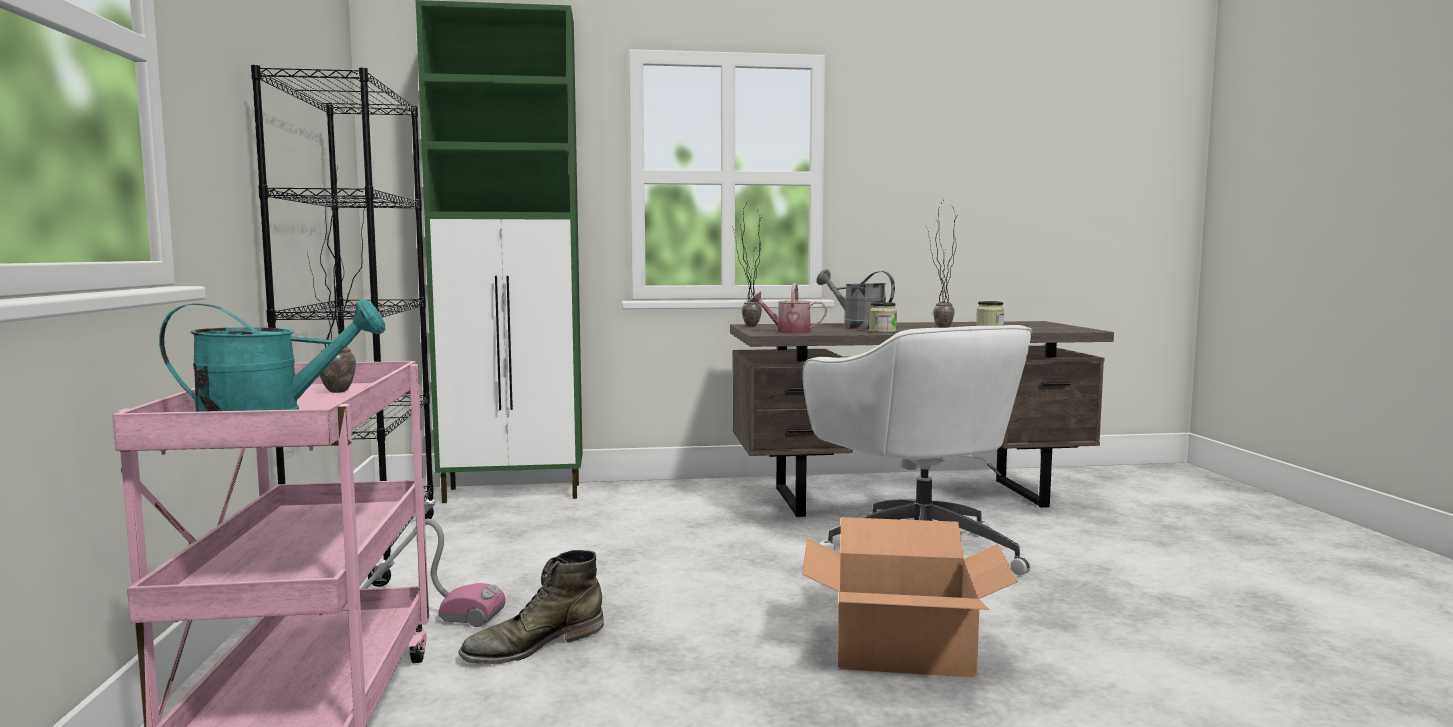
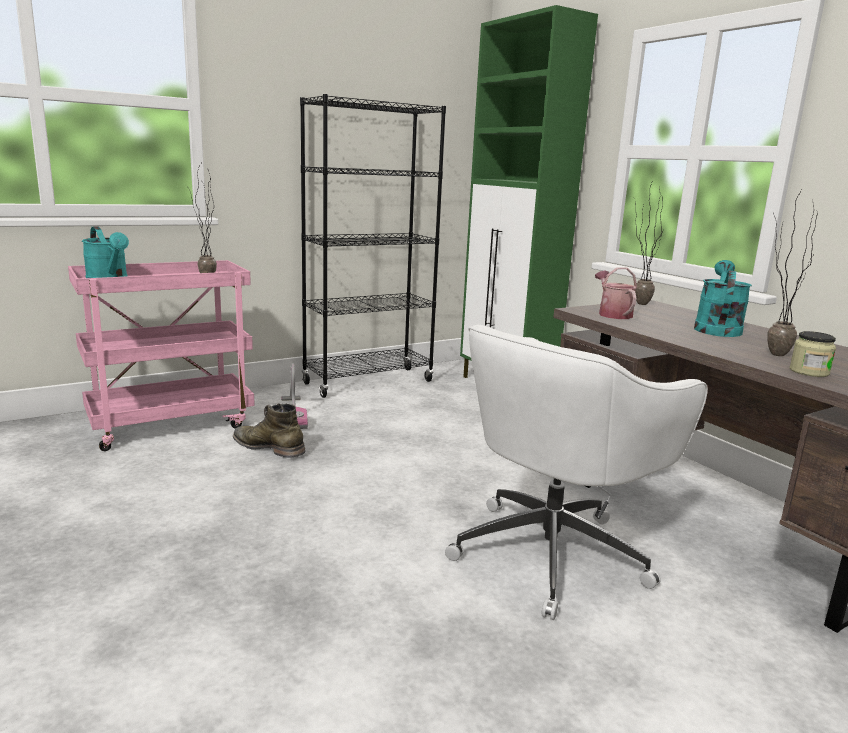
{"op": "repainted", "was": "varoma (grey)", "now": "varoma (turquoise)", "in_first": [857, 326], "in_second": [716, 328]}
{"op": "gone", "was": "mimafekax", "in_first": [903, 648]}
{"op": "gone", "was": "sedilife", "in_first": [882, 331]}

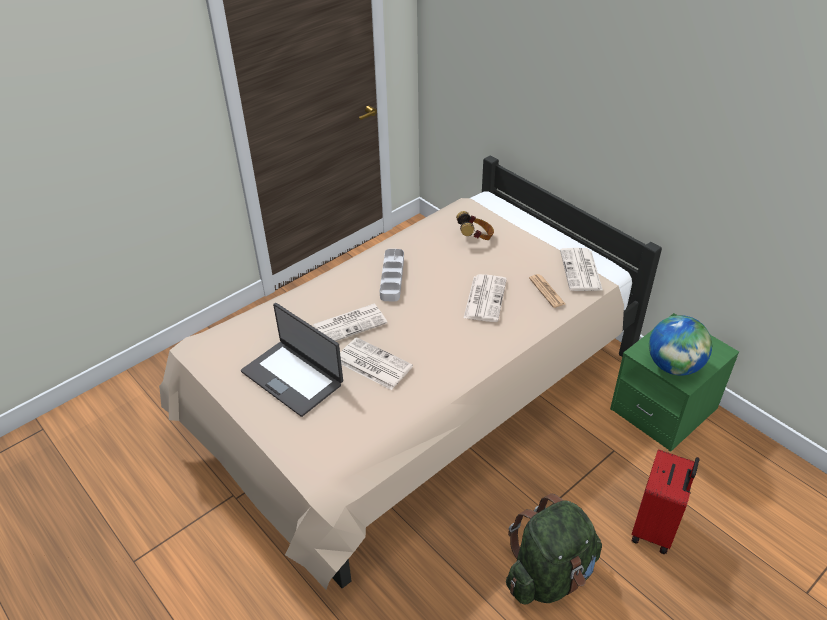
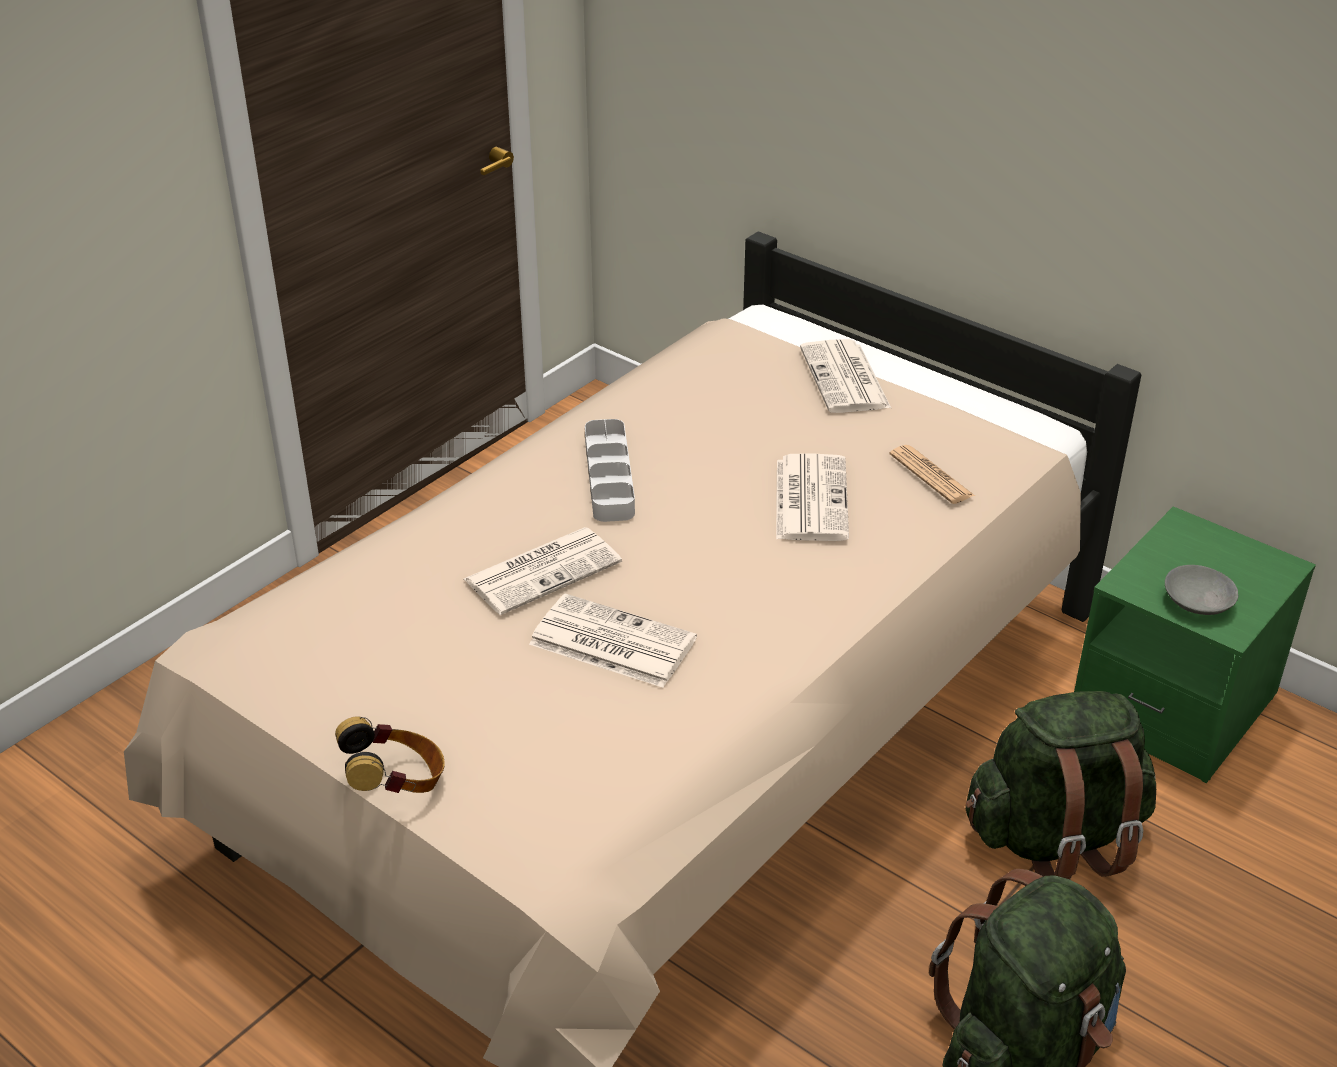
{"op": "shifted", "was": "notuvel", "in_first": [475, 237], "in_second": [396, 783]}
{"op": "shifted", "was": "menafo", "in_first": [581, 271], "in_second": [846, 379]}
{"op": "new", "now": "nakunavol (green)", "in_second": [1055, 837]}
{"op": "swapped", "was": "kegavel", "now": "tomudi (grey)", "in_first": [673, 366], "in_second": [1198, 602]}
{"op": "gone", "was": "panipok", "in_first": [293, 377]}
{"op": "gone", "was": "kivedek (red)", "in_first": [655, 528]}

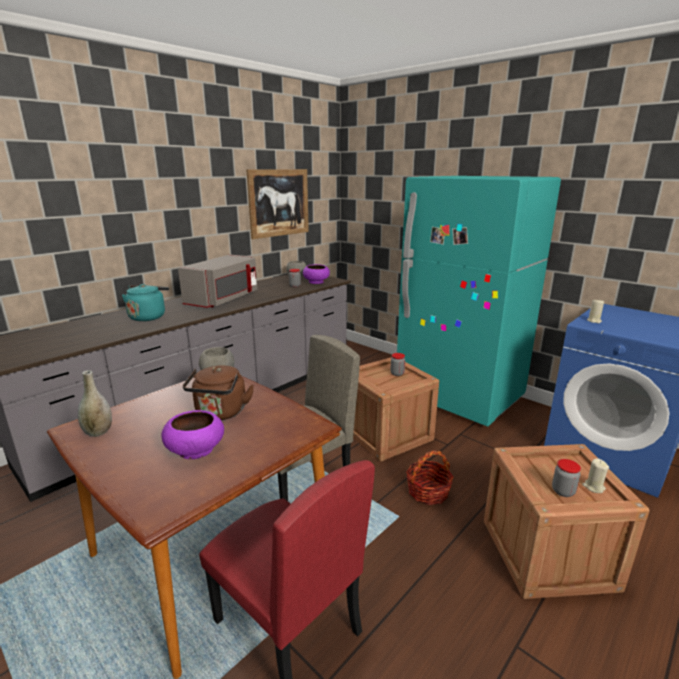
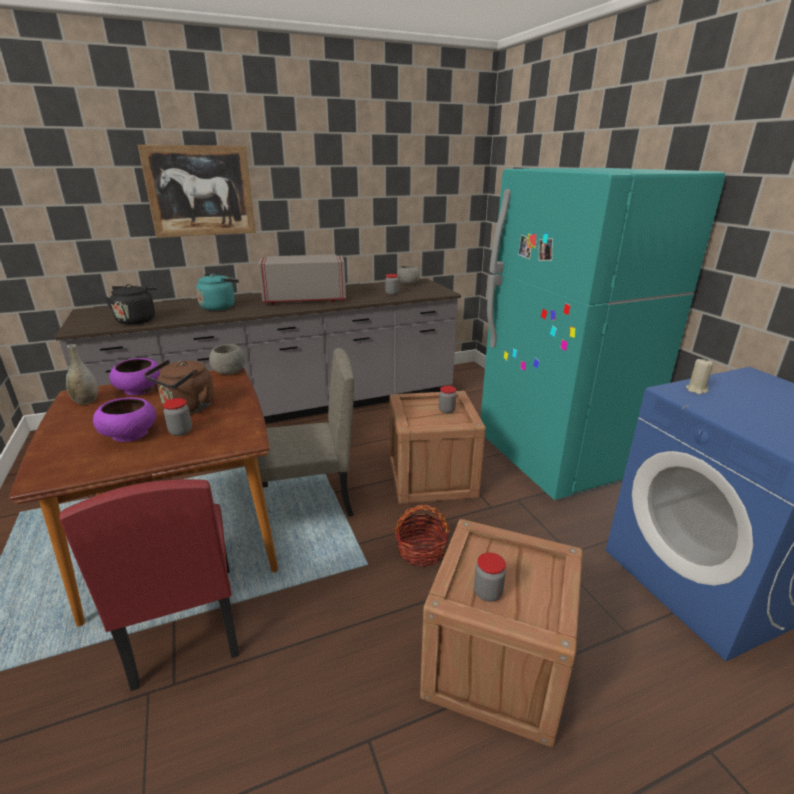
{"op": "new", "now": "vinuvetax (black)", "in_second": [137, 320]}
{"op": "shifted", "was": "tomudi (purple)", "in_first": [316, 282], "in_second": [140, 390]}
{"op": "shifted", "was": "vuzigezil", "in_first": [279, 203], "in_second": [200, 191]}
{"op": "new", "now": "sedilife", "in_second": [180, 431]}
{"op": "rotated", "was": "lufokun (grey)", "in_first": [224, 299], "in_second": [304, 299], "clockwise": -150}
{"op": "gone", "was": "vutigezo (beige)", "in_first": [593, 487]}

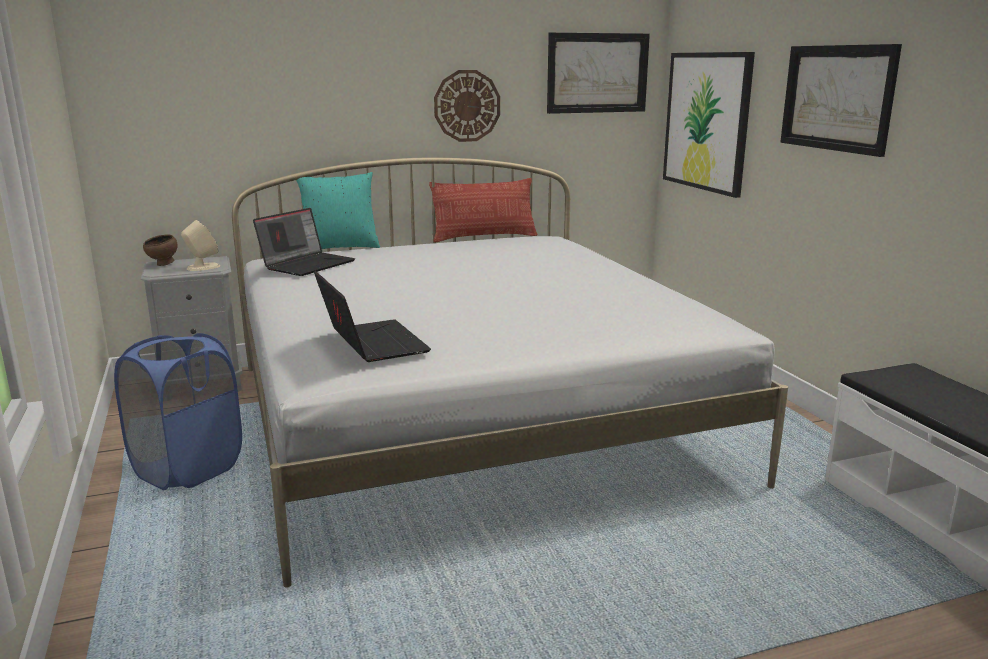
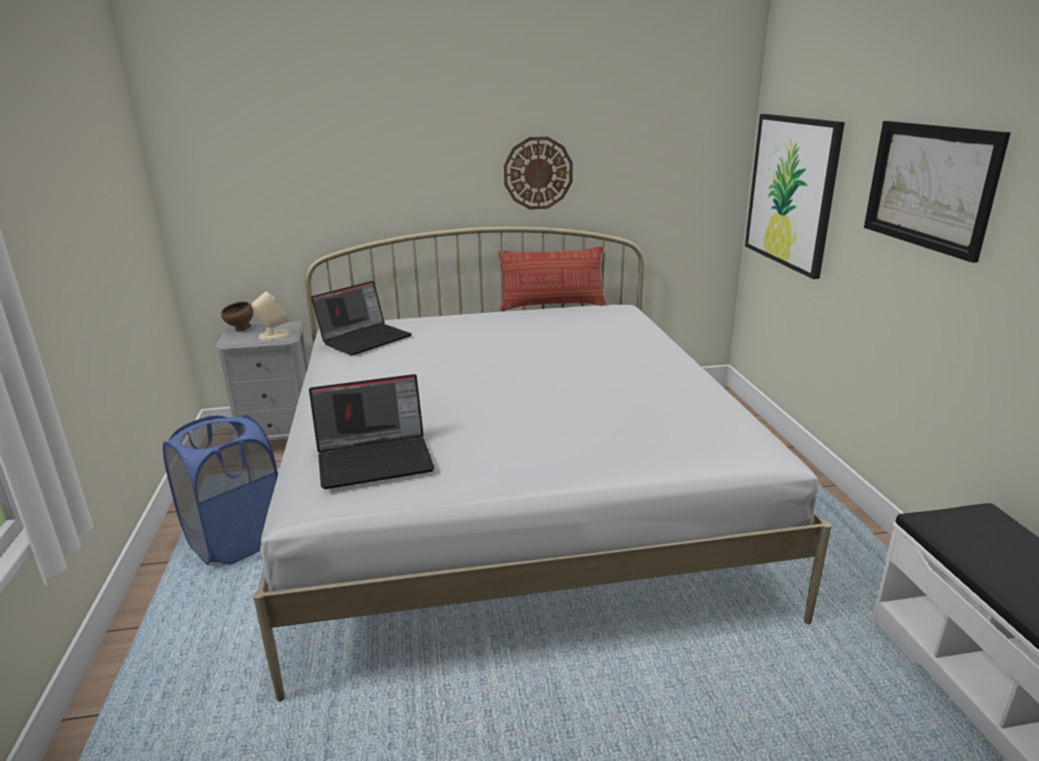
{"op": "rotated", "was": "panipok", "in_first": [371, 343], "in_second": [376, 459], "clockwise": 90}
{"op": "gone", "was": "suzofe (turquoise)", "in_first": [340, 247]}
{"op": "gone", "was": "vuzigezil", "in_first": [597, 73]}

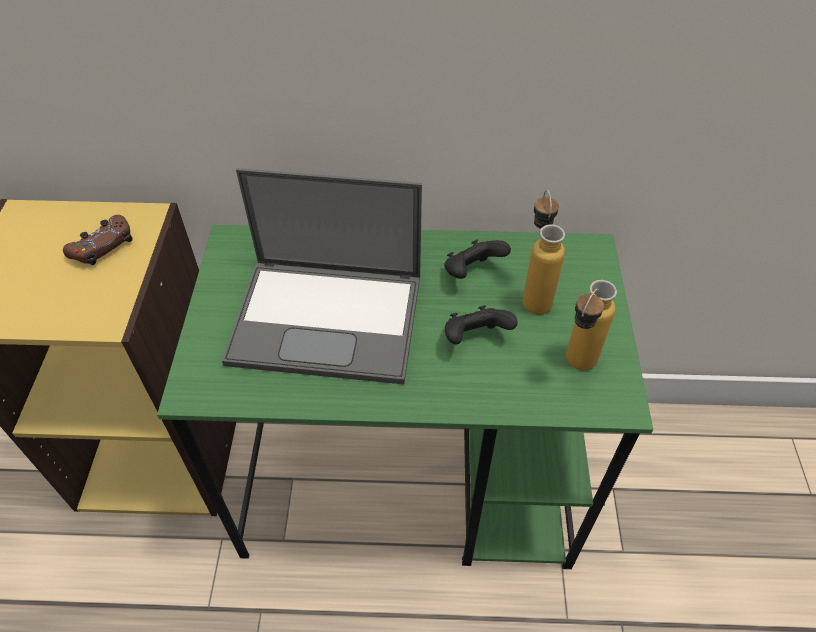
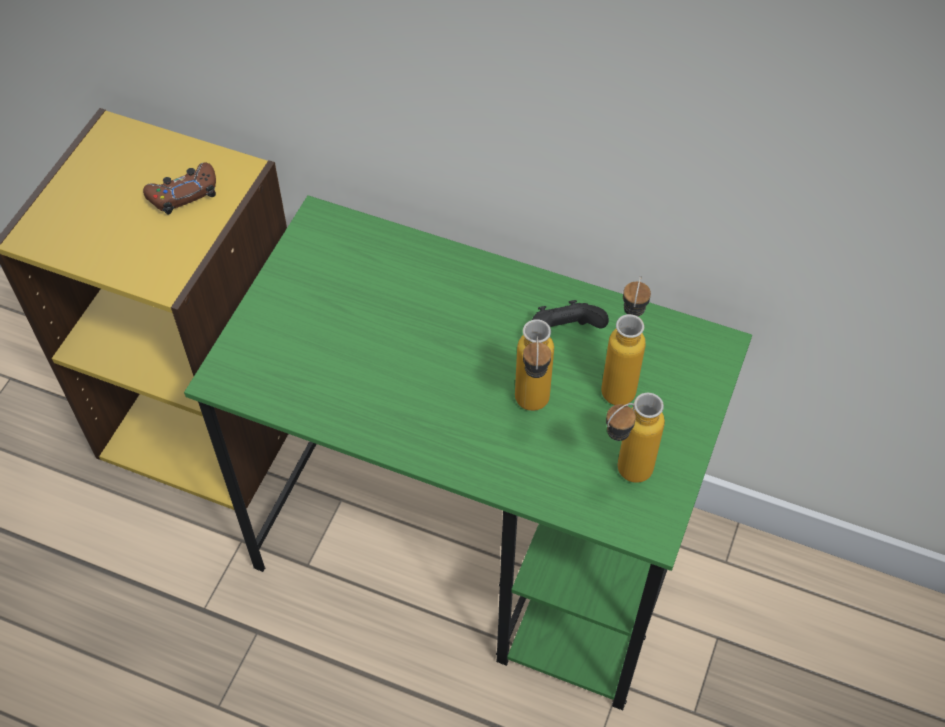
{"op": "swapped", "was": "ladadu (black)", "now": "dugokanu", "in_first": [475, 338], "in_second": [532, 410]}
{"op": "gone", "was": "panipok", "in_first": [329, 318]}

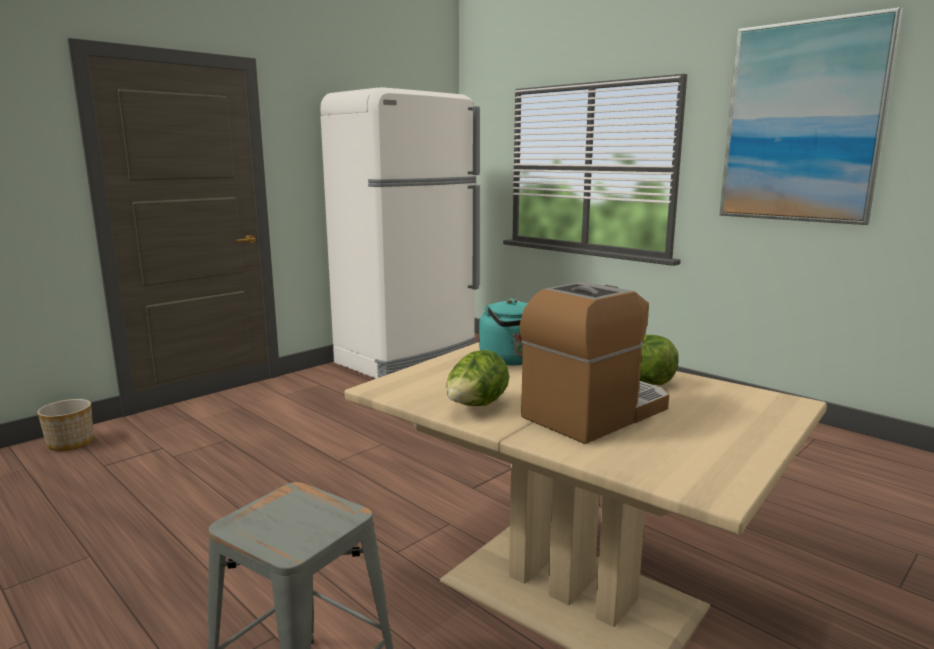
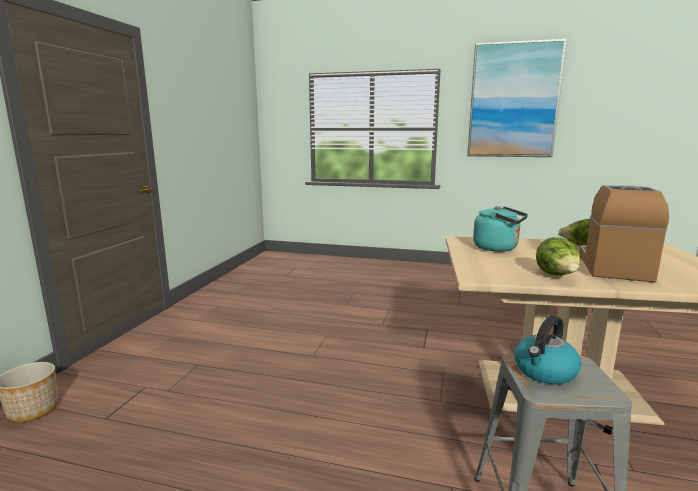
{"op": "new", "now": "vinuvetax", "in_second": [544, 372]}
{"op": "gone", "was": "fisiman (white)", "in_first": [408, 360]}

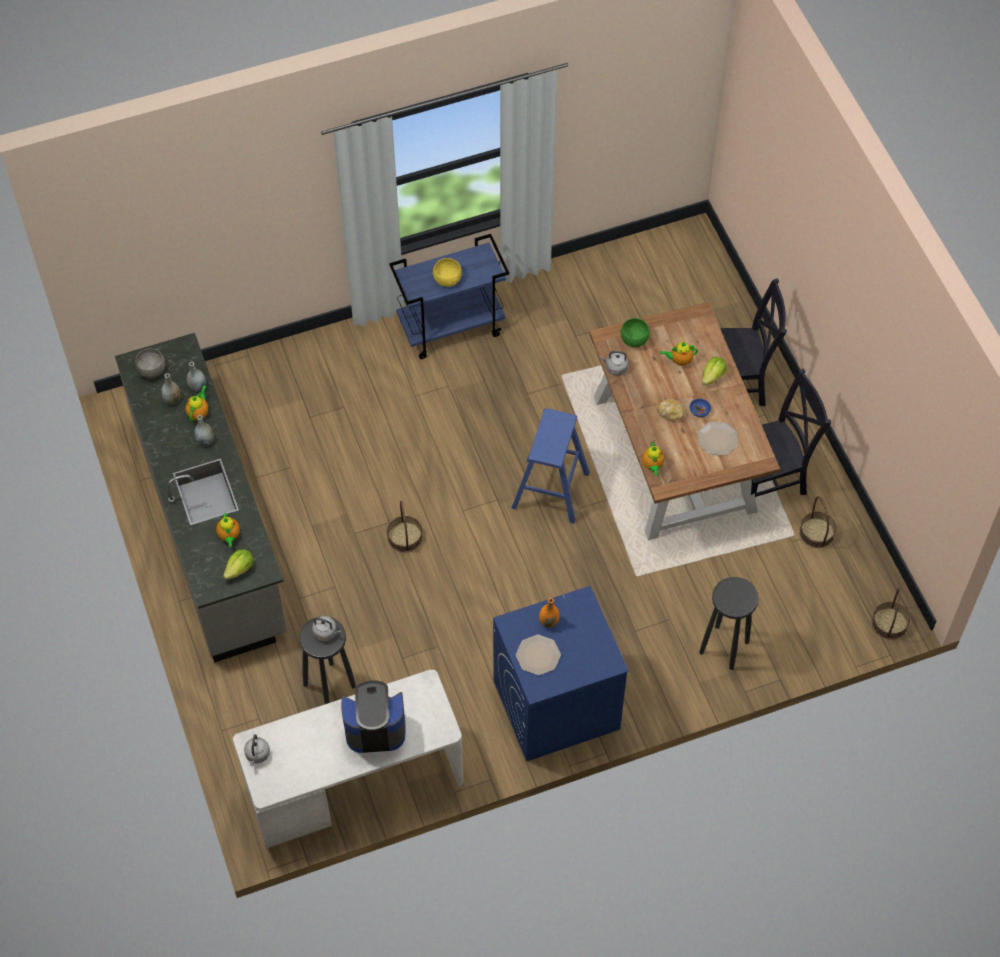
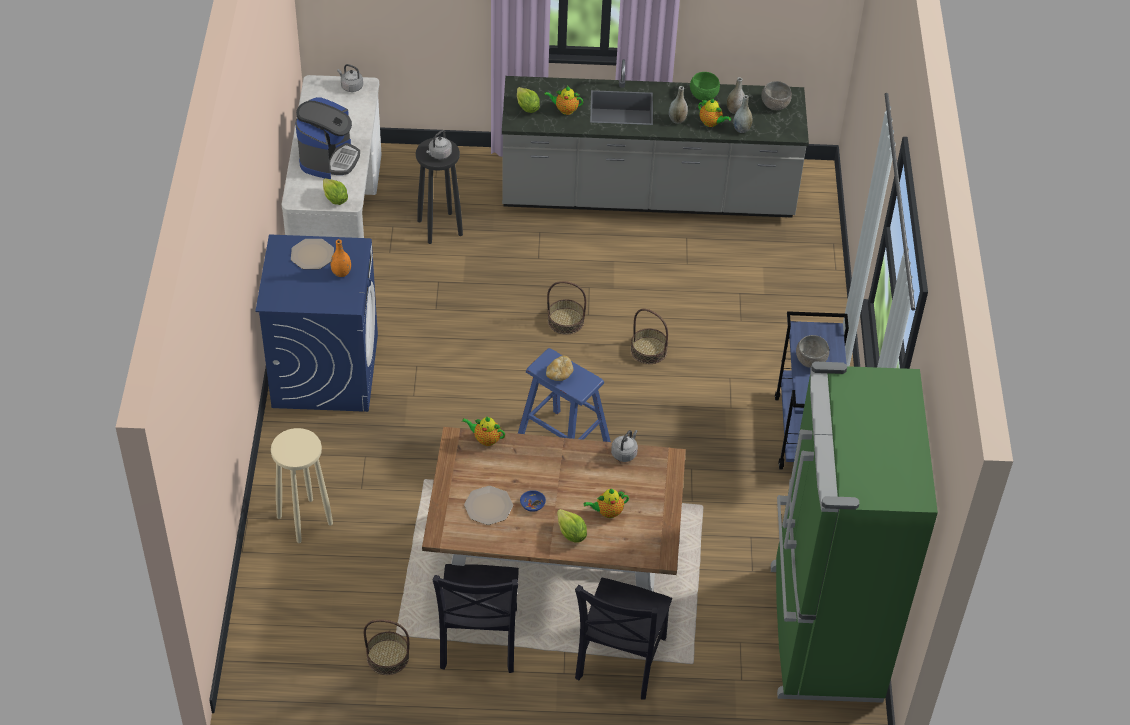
{"op": "repainted", "was": "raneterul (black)", "now": "raneterul (beige)", "in_first": [724, 646], "in_second": [305, 521]}
{"op": "new", "now": "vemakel", "in_second": [335, 199]}
{"op": "shifted", "was": "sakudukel", "in_first": [670, 413], "in_second": [559, 374]}
{"op": "rotated", "was": "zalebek", "in_first": [679, 360], "in_second": [607, 512], "clockwise": -120}
{"op": "shifted", "was": "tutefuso", "in_first": [889, 623], "in_second": [648, 350]}
{"op": "shifted", "was": "tomudi (green)", "in_first": [634, 340], "in_second": [703, 96]}
{"op": "new", "now": "fisiman (green)", "in_second": [822, 633]}
{"op": "repainted", "was": "tomudi (yellow)", "now": "tomudi (grey)", "in_first": [447, 280], "in_second": [810, 361]}

